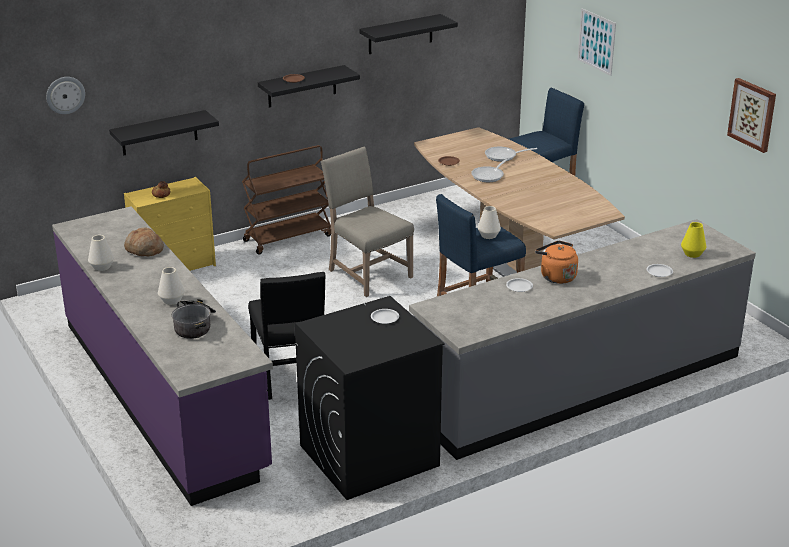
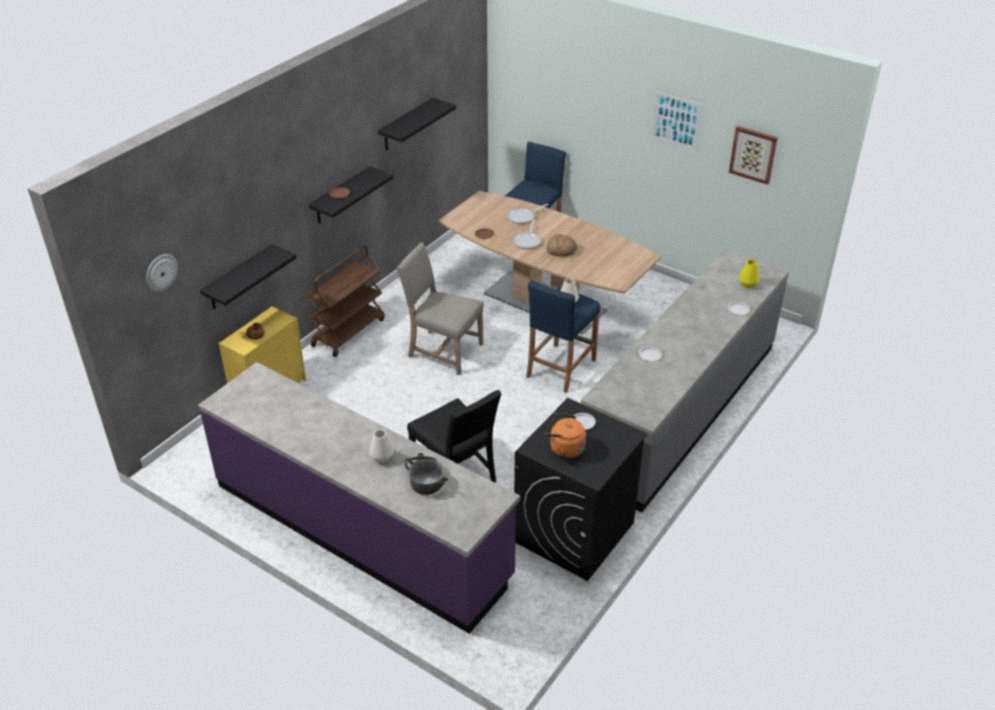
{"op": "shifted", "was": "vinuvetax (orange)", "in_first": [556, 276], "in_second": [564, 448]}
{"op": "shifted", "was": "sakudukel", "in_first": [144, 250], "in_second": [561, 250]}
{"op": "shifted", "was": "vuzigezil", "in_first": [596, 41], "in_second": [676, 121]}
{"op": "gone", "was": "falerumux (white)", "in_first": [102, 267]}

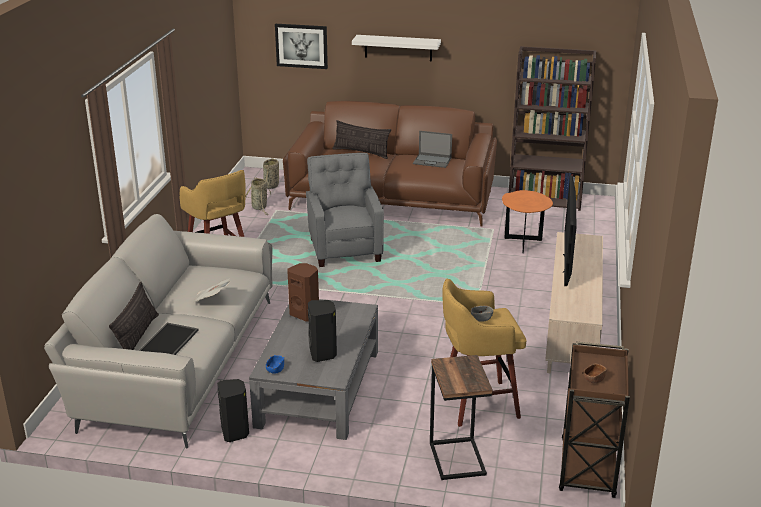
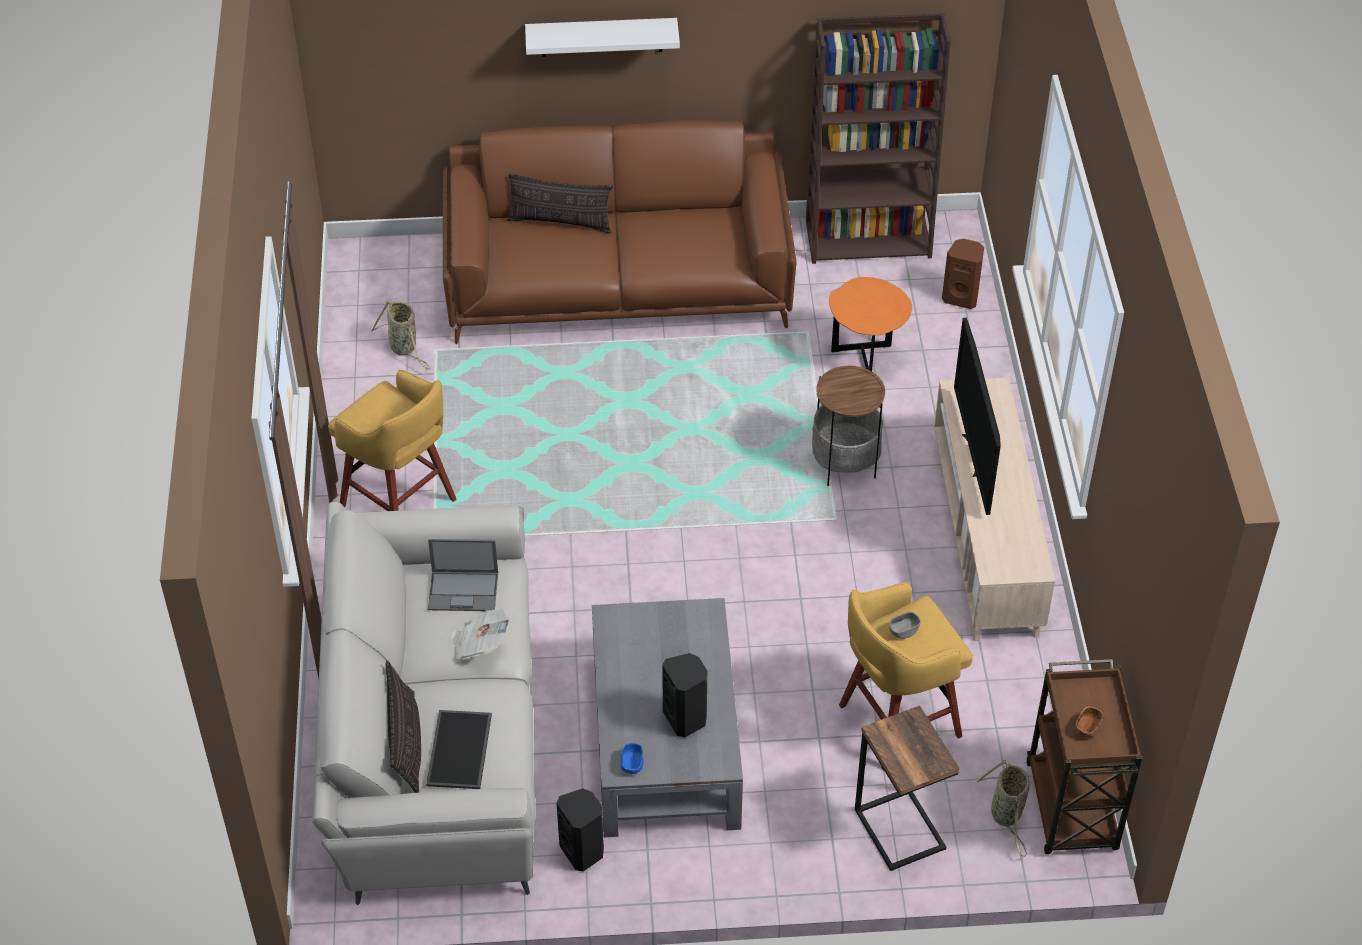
{"op": "shifted", "was": "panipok", "in_first": [432, 161], "in_second": [464, 591]}
{"op": "new", "now": "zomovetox", "in_second": [844, 464]}
{"op": "shifted", "was": "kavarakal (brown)", "in_first": [305, 314], "in_second": [961, 297]}
{"op": "shifted", "was": "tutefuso", "in_first": [271, 187], "in_second": [1006, 815]}
{"op": "gone", "was": "vuzigezil", "in_first": [301, 46]}
{"op": "gone", "was": "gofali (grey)", "in_first": [345, 249]}

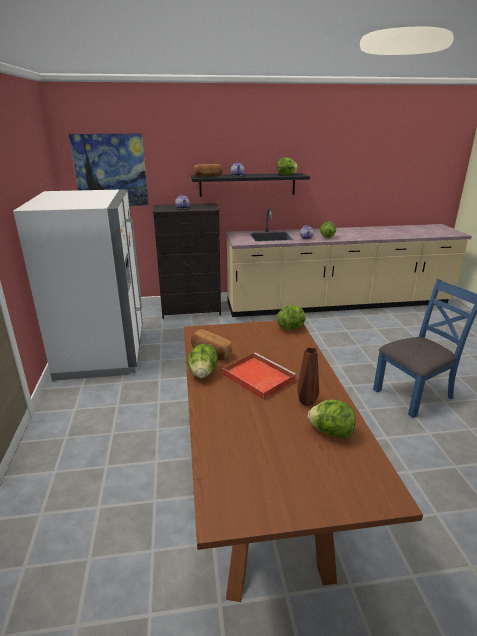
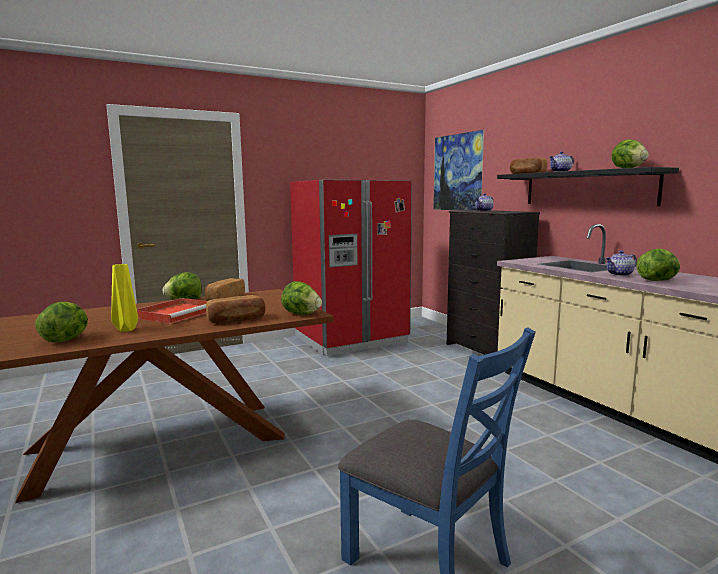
{"op": "repainted", "was": "falerumux (brown)", "now": "falerumux (yellow)", "in_first": [307, 402], "in_second": [125, 330]}
{"op": "new", "now": "sakudukel", "in_second": [236, 320]}
{"op": "repainted", "was": "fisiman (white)", "now": "fisiman (red)", "in_first": [102, 353], "in_second": [351, 339]}

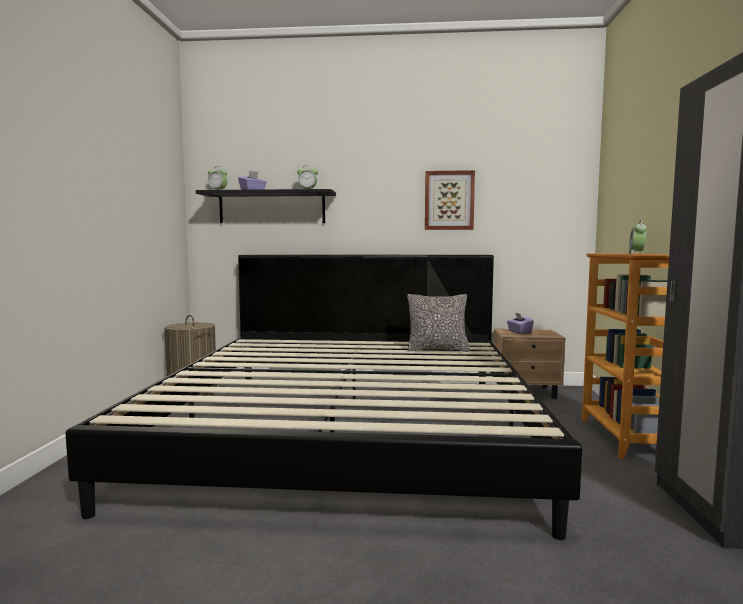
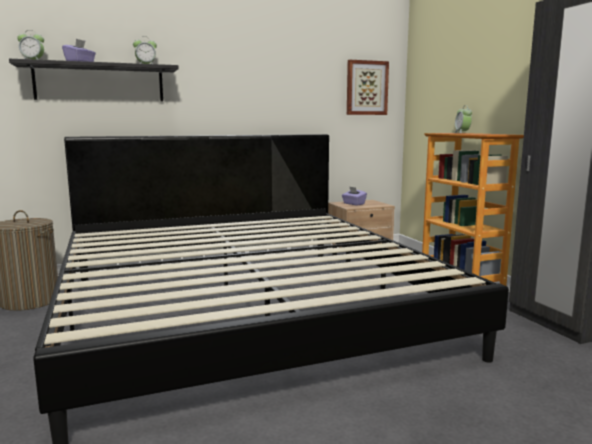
{"op": "shifted", "was": "vuzigezil", "in_first": [449, 200], "in_second": [366, 88]}
{"op": "gone", "was": "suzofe", "in_first": [437, 349]}

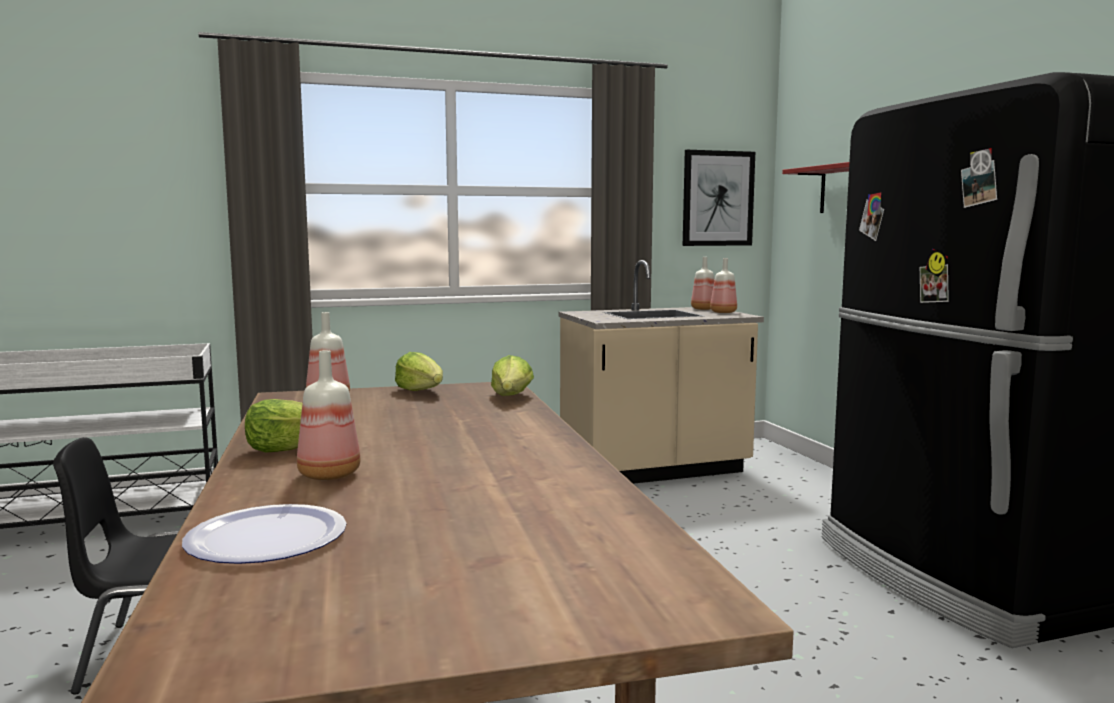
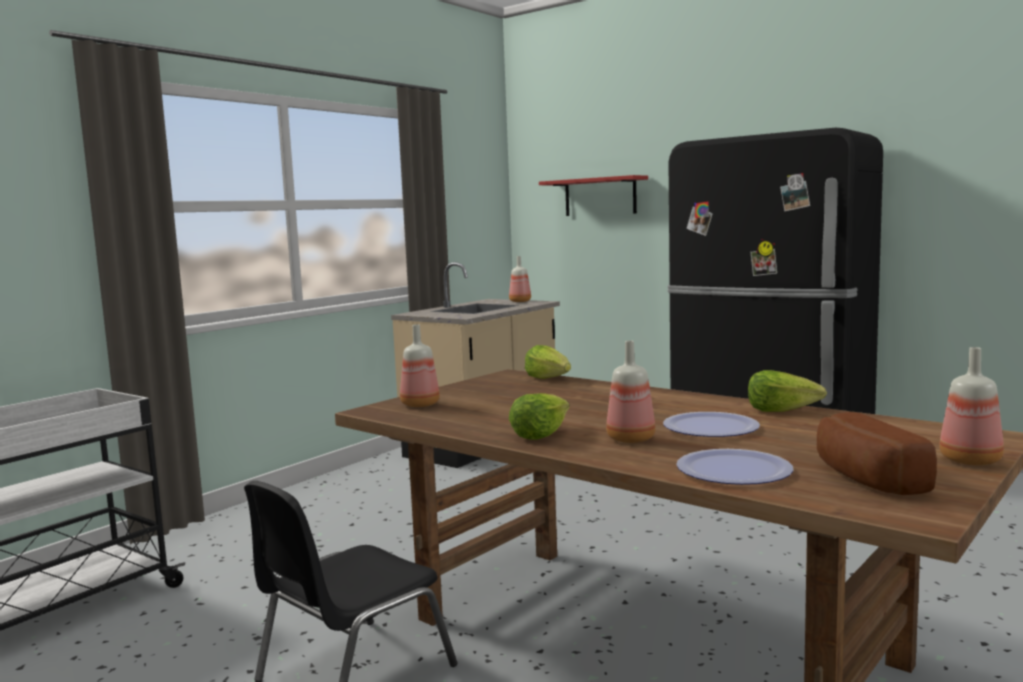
{"op": "new", "now": "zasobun", "in_second": [710, 427]}
{"op": "shifted", "was": "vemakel", "in_first": [421, 391], "in_second": [781, 410]}
{"op": "new", "now": "sakudukel", "in_second": [863, 478]}
{"op": "shifted", "was": "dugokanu", "in_first": [704, 309], "in_second": [971, 460]}
{"op": "gone", "was": "vuzigezil", "in_first": [717, 198]}

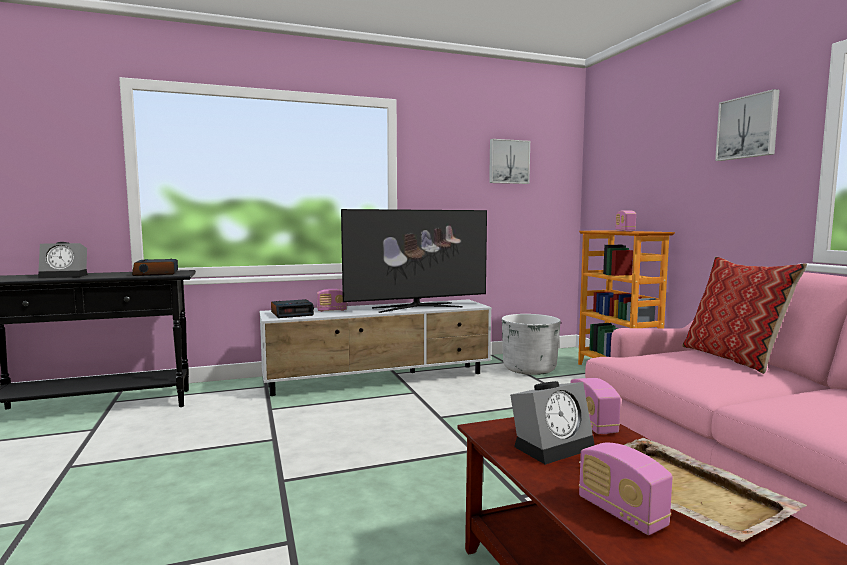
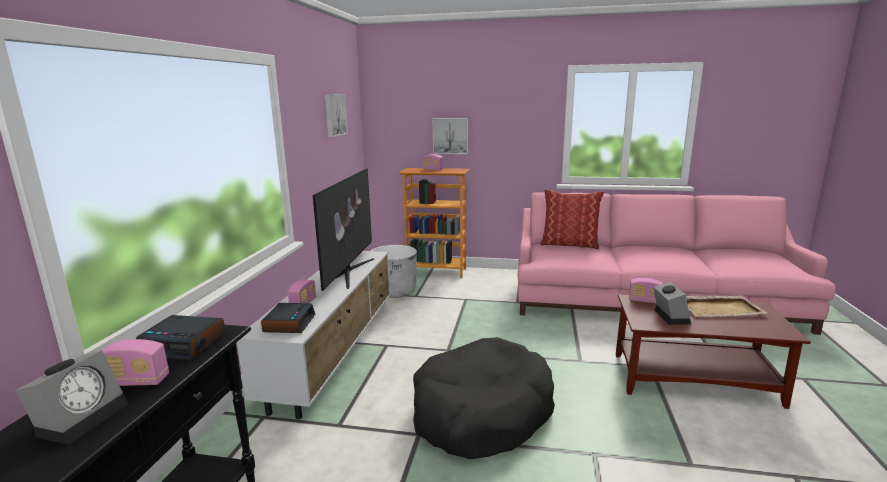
{"op": "shifted", "was": "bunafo", "in_first": [621, 513], "in_second": [136, 381]}
{"op": "new", "now": "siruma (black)", "in_second": [481, 412]}
{"op": "shifted", "was": "vuzigezil", "in_first": [748, 127], "in_second": [450, 135]}

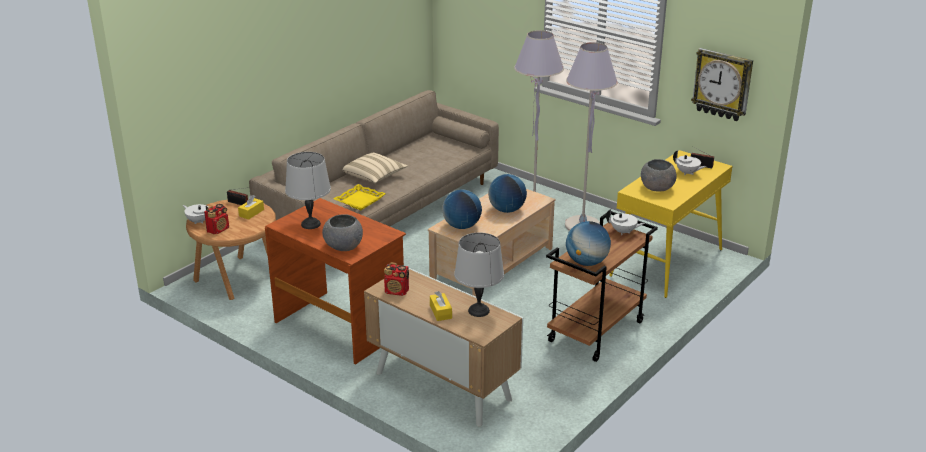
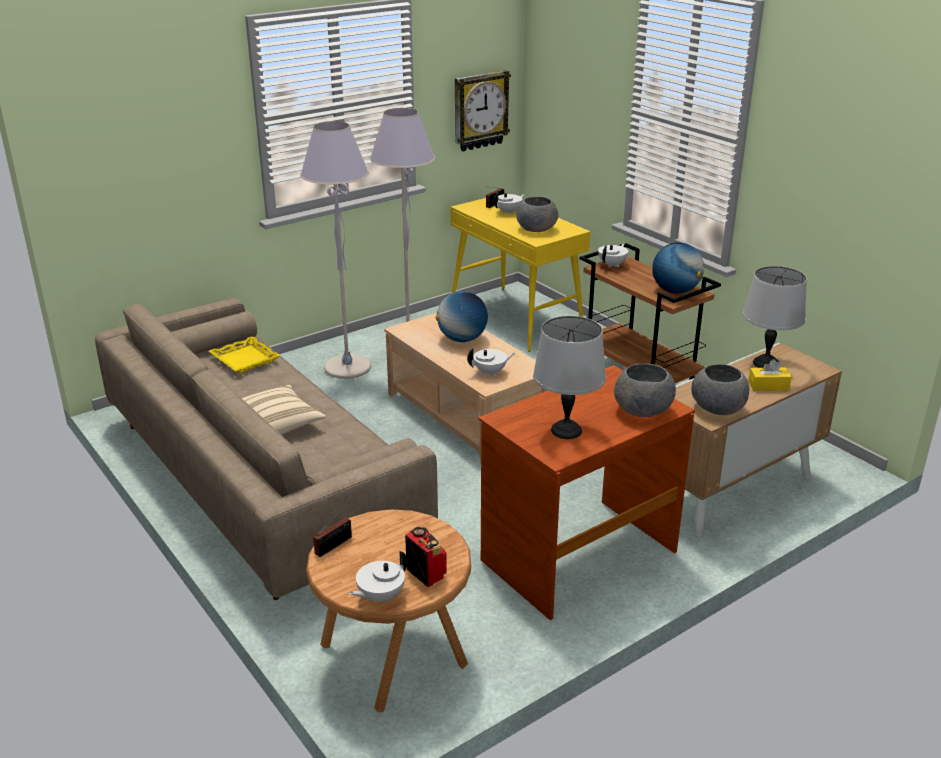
{"op": "shifted", "was": "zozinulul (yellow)", "in_first": [359, 200], "in_second": [244, 359]}
{"op": "swapped", "was": "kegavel", "now": "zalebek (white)", "in_first": [462, 226], "in_second": [490, 372]}
{"op": "swapped", "was": "bunafo", "now": "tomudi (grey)", "in_first": [397, 291], "in_second": [717, 408]}
{"op": "gone", "was": "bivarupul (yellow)", "in_first": [251, 213]}

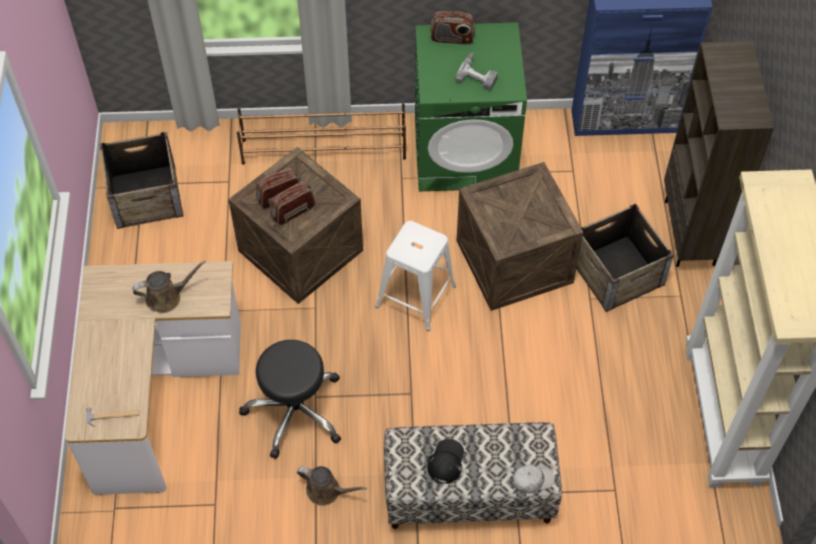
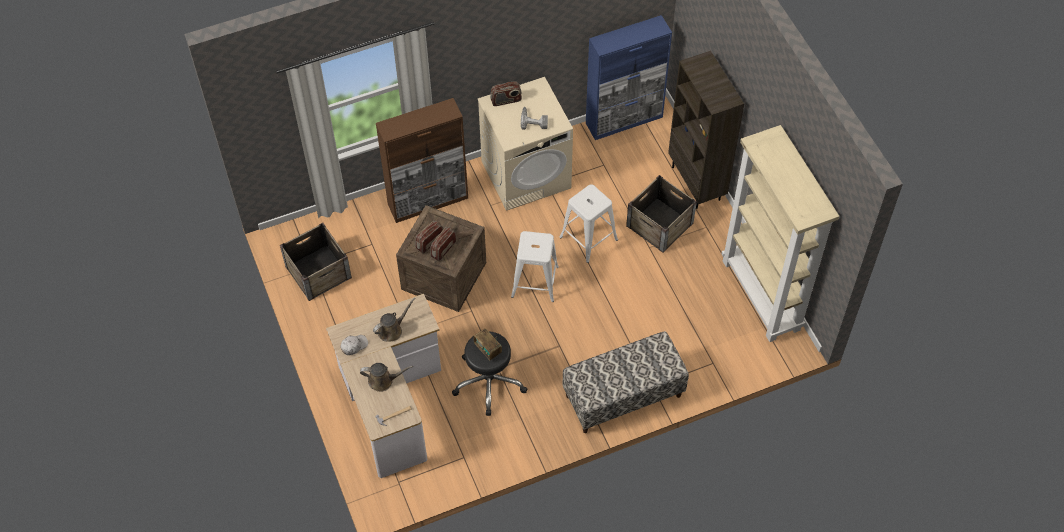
{"op": "shifted", "was": "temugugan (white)", "in_first": [532, 480], "in_second": [354, 346]}
{"op": "shifted", "was": "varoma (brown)", "in_first": [326, 491], "in_second": [383, 381]}
{"op": "swapped", "was": "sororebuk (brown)", "now": "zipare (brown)", "in_first": [324, 149], "in_second": [428, 201]}
{"op": "new", "now": "bunafo", "in_second": [488, 349]}
{"op": "repainted", "was": "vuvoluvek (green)", "now": "vuvoluvek (beige)", "in_first": [465, 153], "in_second": [526, 174]}
{"op": "swapped", "was": "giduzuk", "now": "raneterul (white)", "in_first": [512, 261], "in_second": [588, 238]}
{"op": "gone", "was": "temugugan (black)", "in_first": [446, 462]}

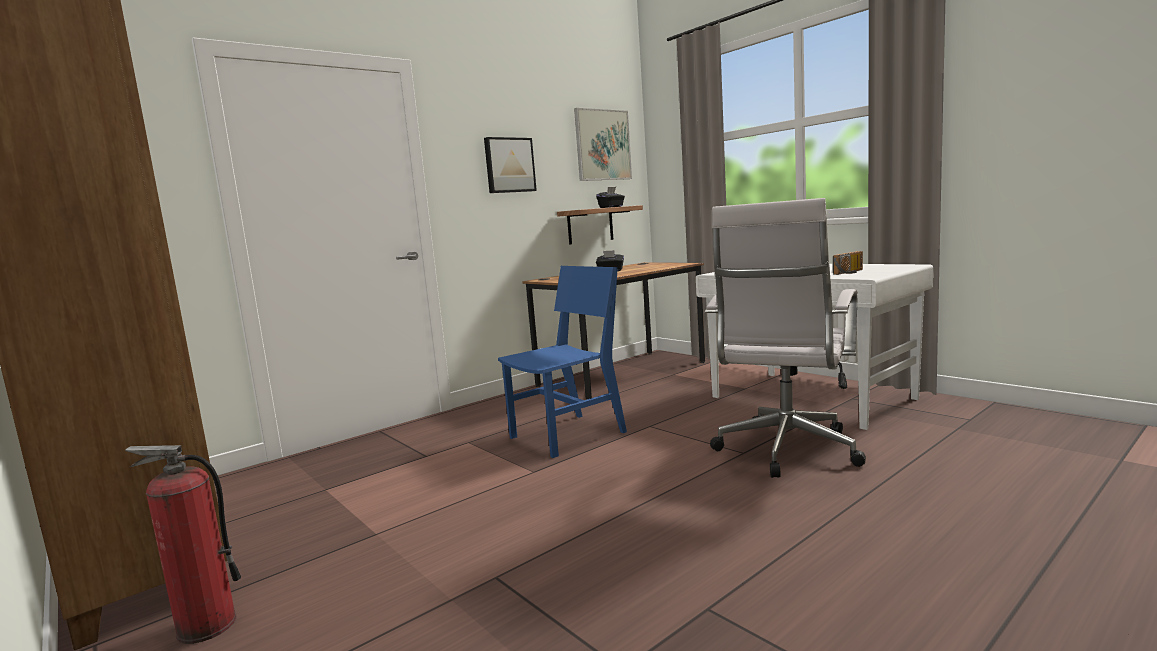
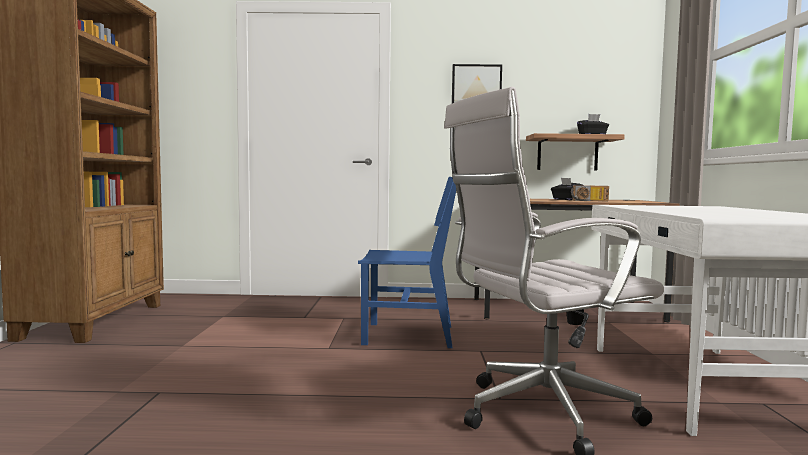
{"op": "shifted", "was": "bunafo", "in_first": [851, 272], "in_second": [589, 201]}
{"op": "gone", "was": "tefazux", "in_first": [206, 626]}
{"op": "gone", "was": "vuzigezil", "in_first": [603, 145]}

